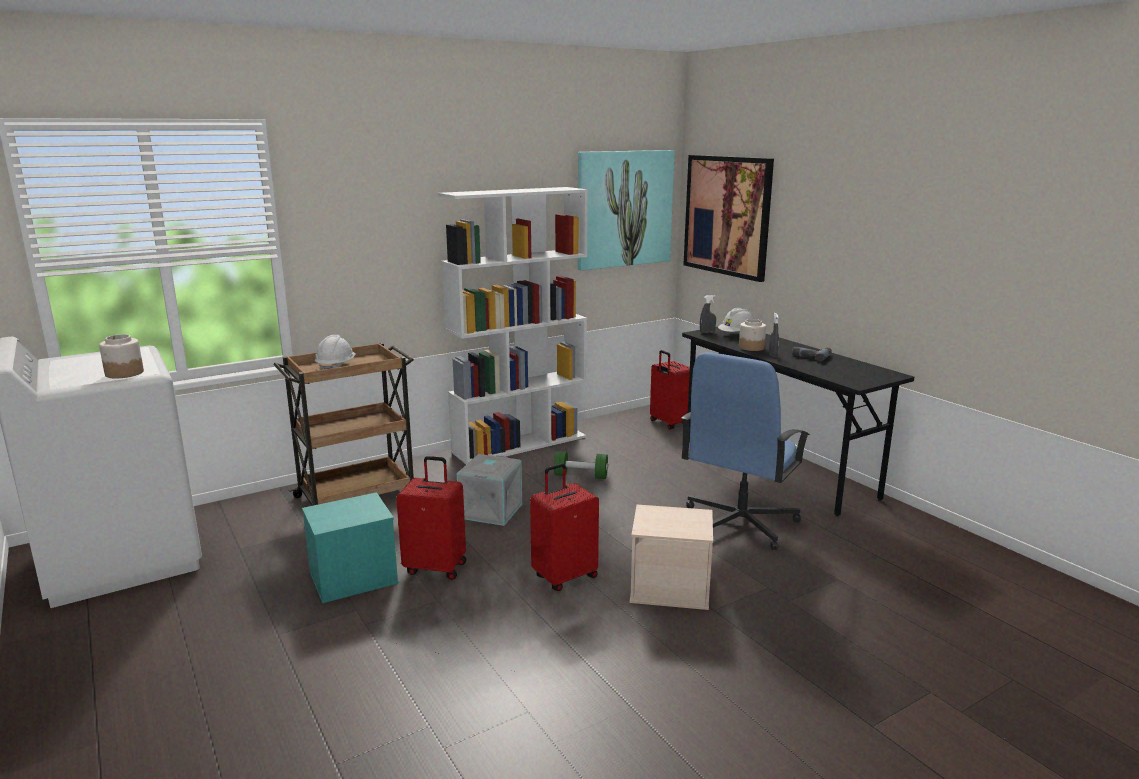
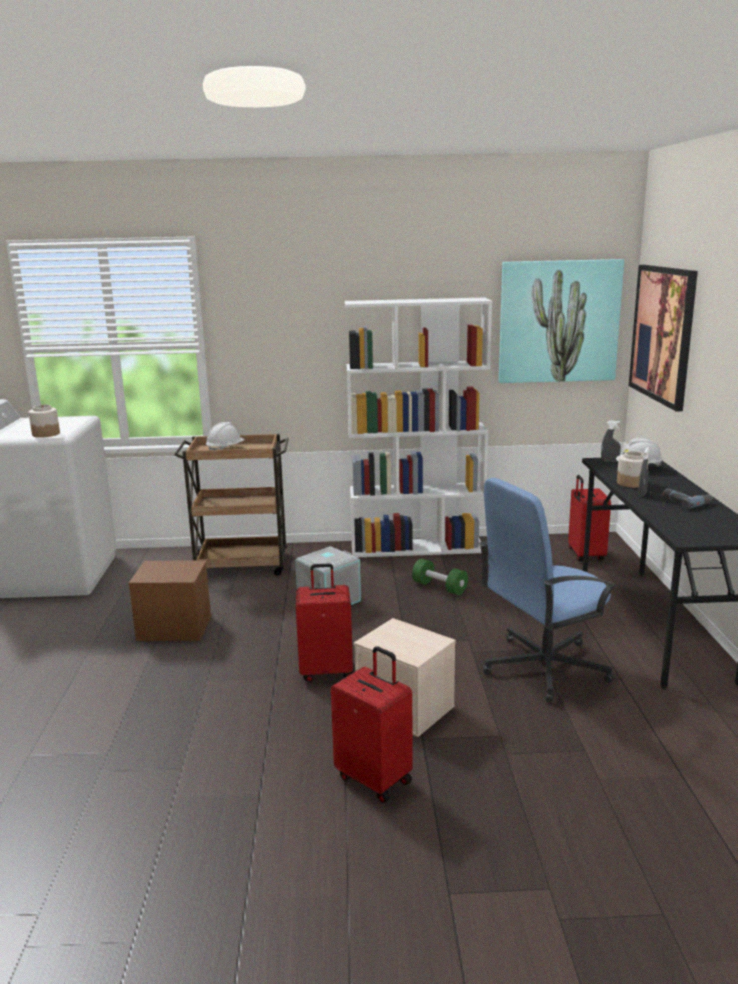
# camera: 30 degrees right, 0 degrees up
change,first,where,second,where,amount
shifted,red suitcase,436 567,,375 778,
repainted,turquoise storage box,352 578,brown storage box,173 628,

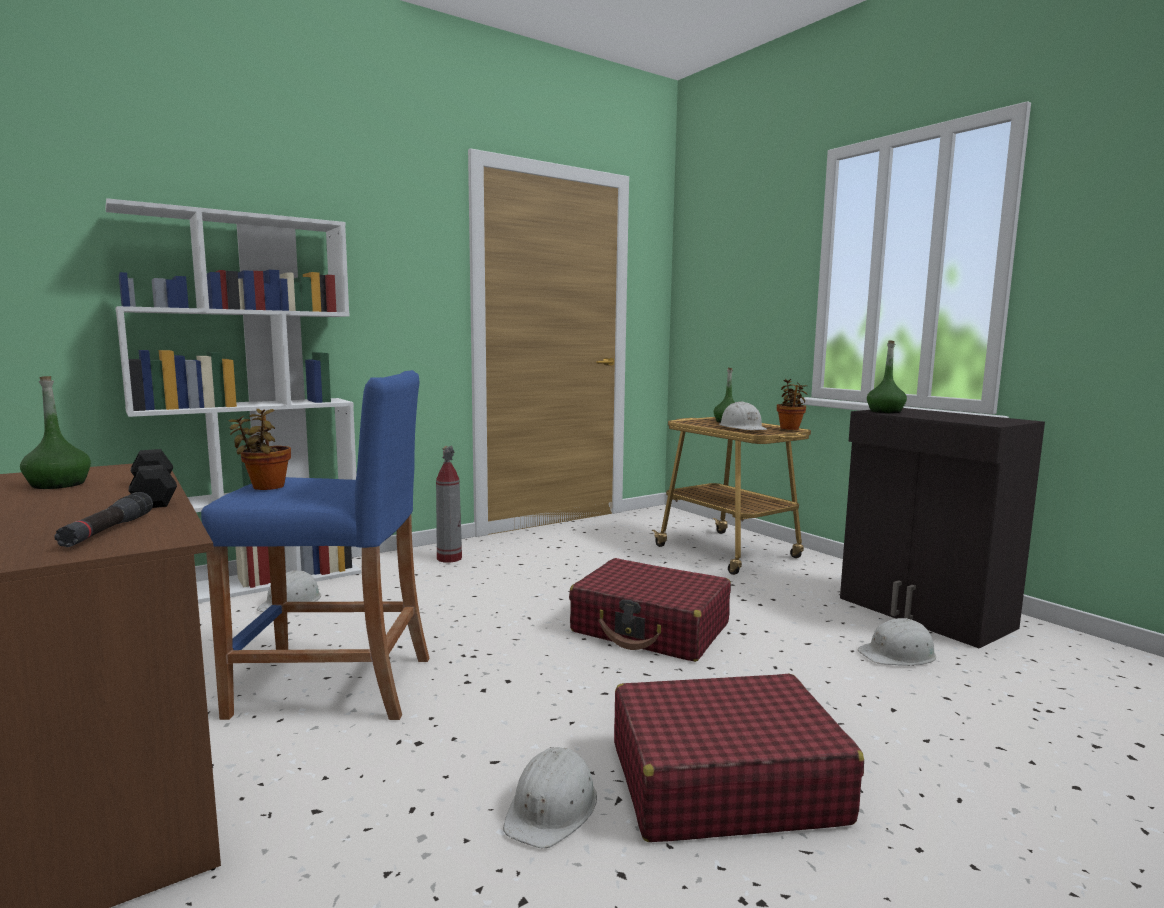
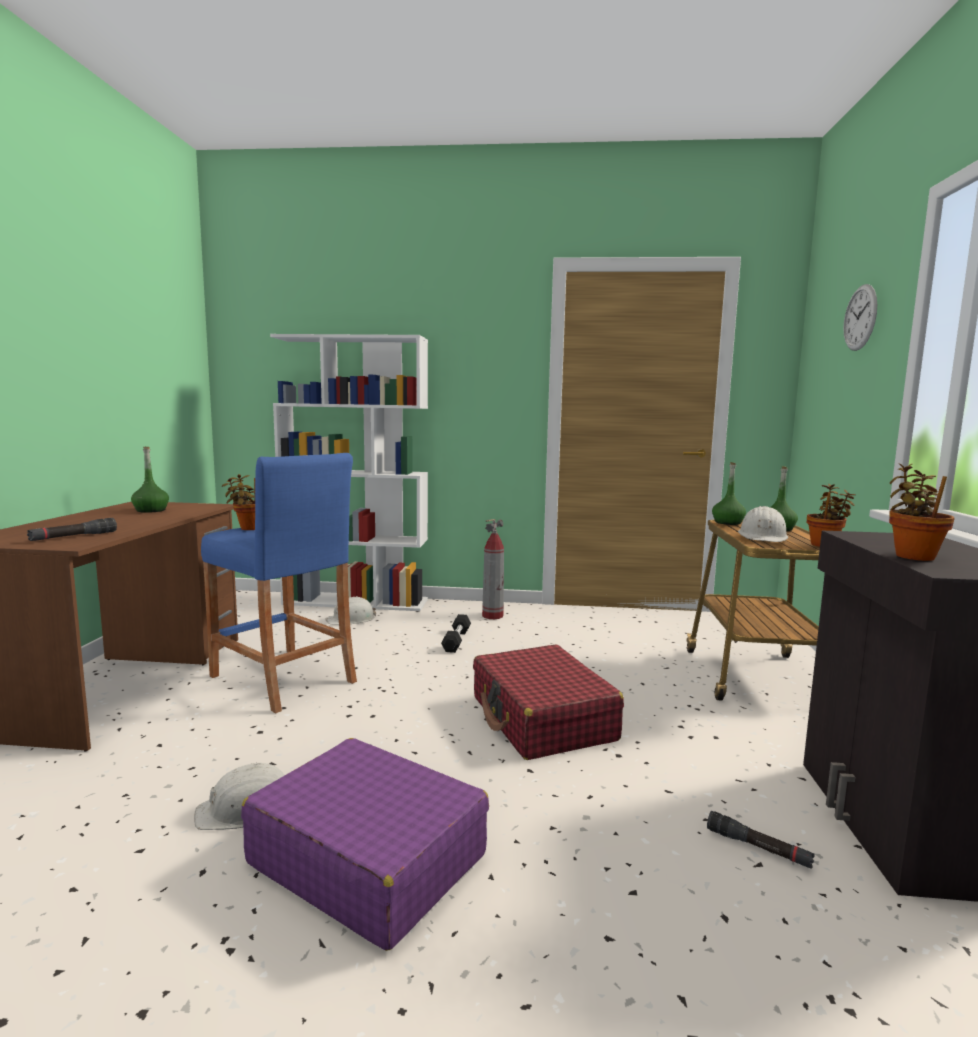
# camera: 40 degrees right, 0 degrees up
change,first,where,second,where,amount
shifted,green bottle,885 411,,728 523,
shifted,black dumbbell,154 494,,456 640,
swapped,white hard hat,898 654,black flashlight,758 848,
repainted,red suitcase,724 782,purple suitcase,367 858,
new,,,wall clock,860 318,
new,,,potted plant,913 556,

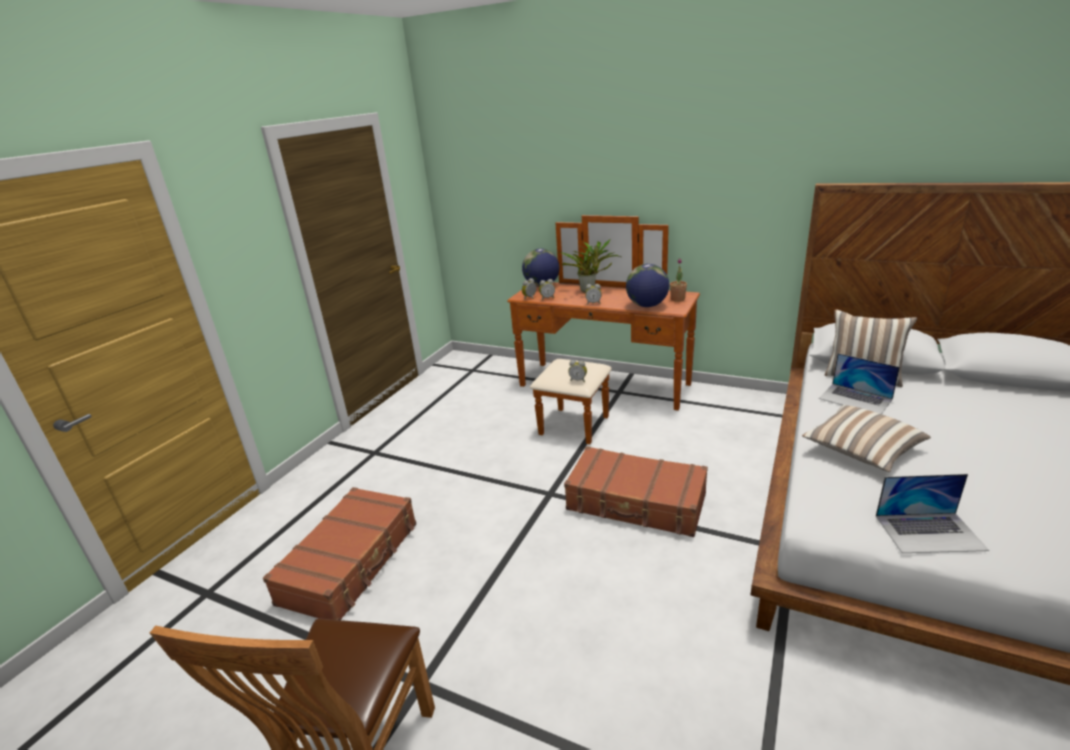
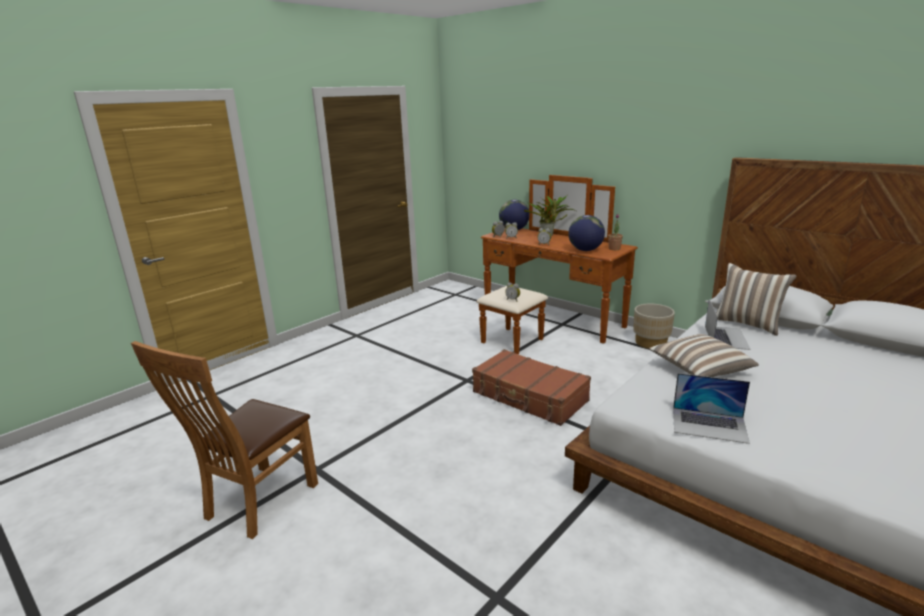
# camera: 15 degrees right, 5 degrees down
change,first,where,second,where,amount
rotated,laptop,855 399,,726 337,135 degrees counterclockwise
gone,brown suitcase,351 562,,,
new,,,beige planter,650 343,

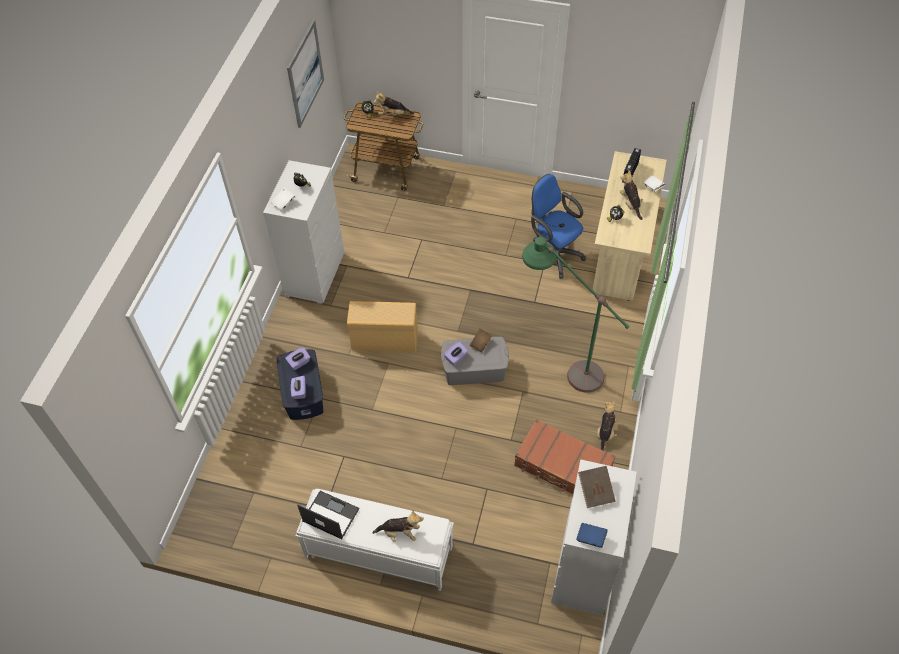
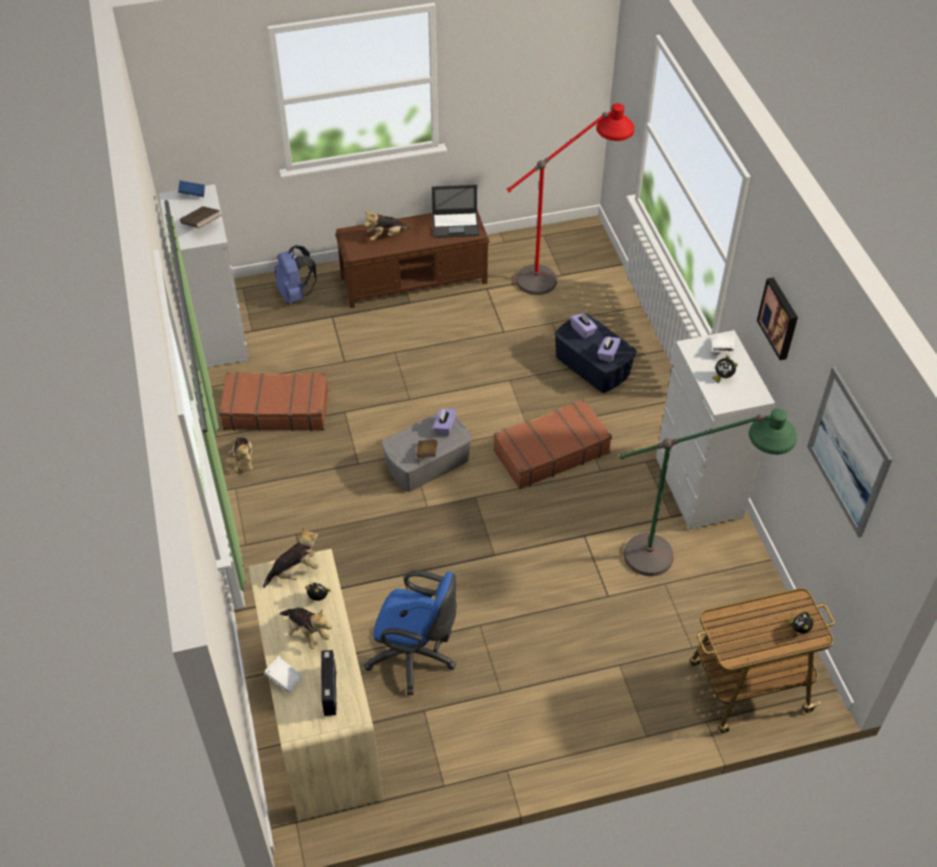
# camera: 150 degrees right, 5 degrees down
change,first,where,second,where,amount
shifted,plush toy,393 114,,295 571,
shifted,green floor lamp,562 364,,684 558,
swapped,beige storage box,385 340,brown suitcase,550 451,
repainted,white bench,378 551,brown bench,415 279,
new,,,red floor lamp,563 272,
new,,,blue backpack,296 294,
new,,,picture,780 318,

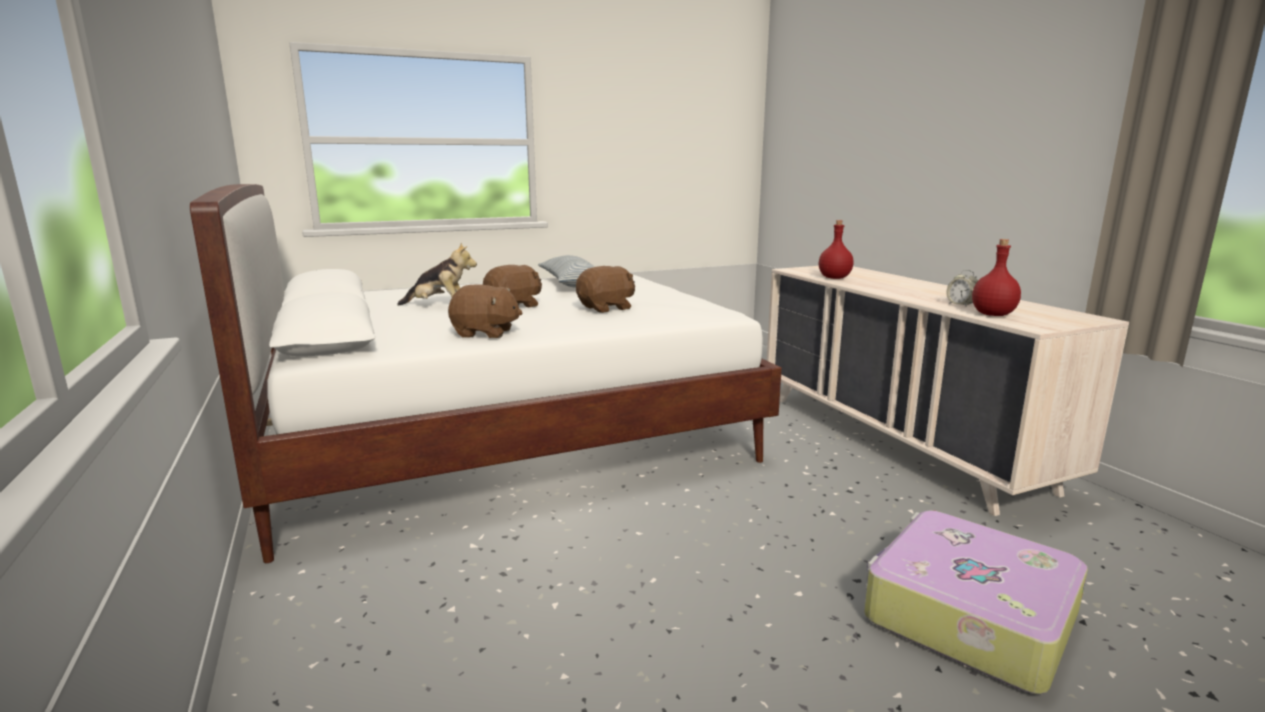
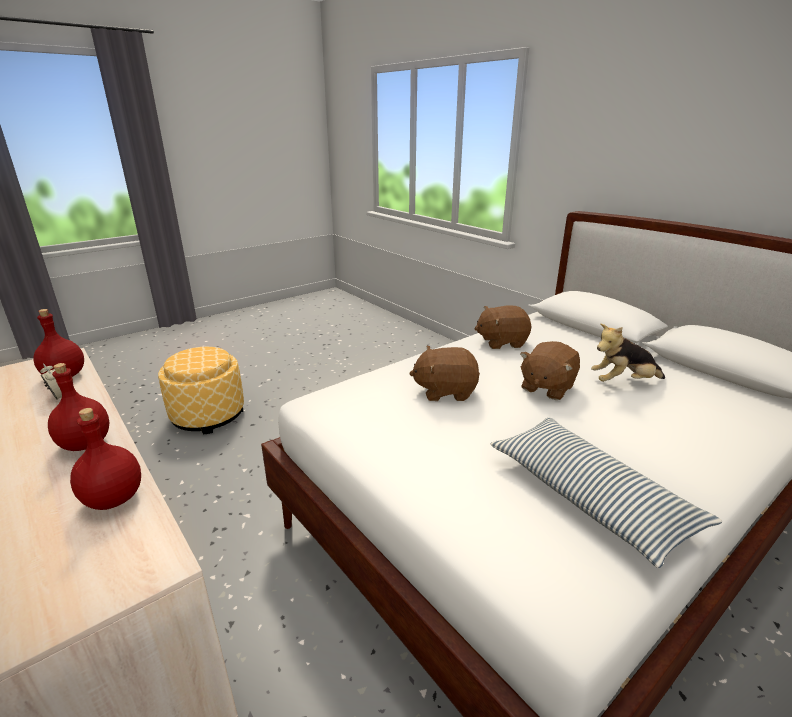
# camera: 165 degrees right, 10 degrees up
change,first,where,second,where,amount
rotated,brown plush toy,606 308,,445 391,45 degrees clockwise
swapped,suitcase,966 616,ottoman,208 415,
new,,,red bottle,85 444,

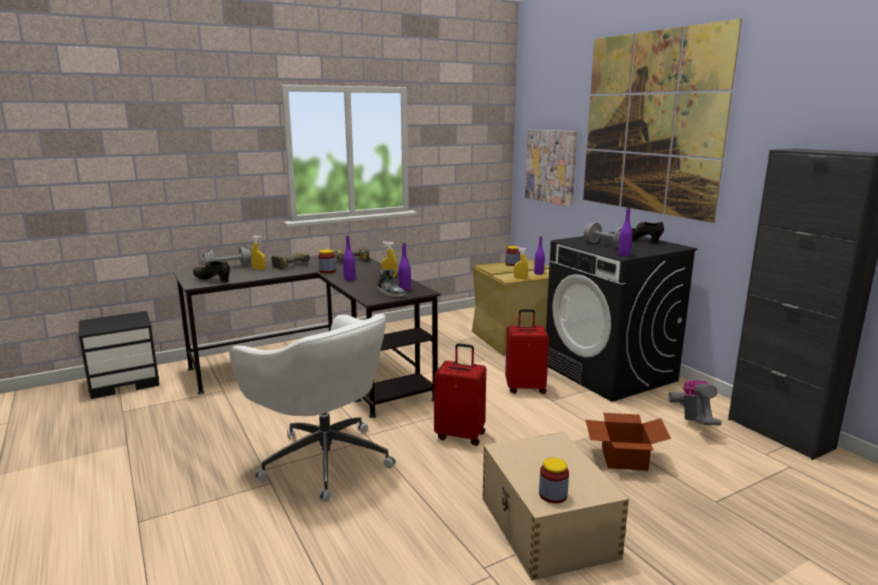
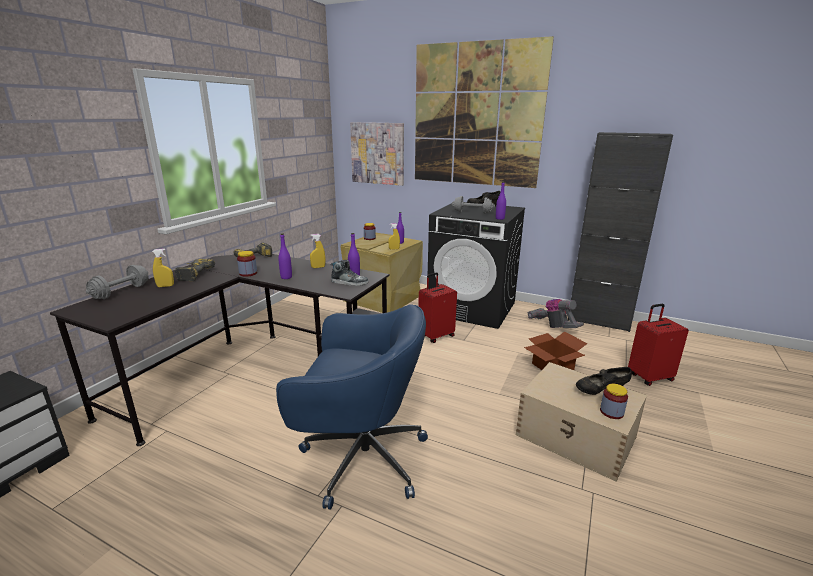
# camera: 35 degrees left, 5 degrees up
change,first,where,second,where,amount
shifted,black shoe,213 280,,600 391,
repainted,white office chair,323 458,blue office chair,360 458,
shifted,red suitcase,460 435,,649 377,

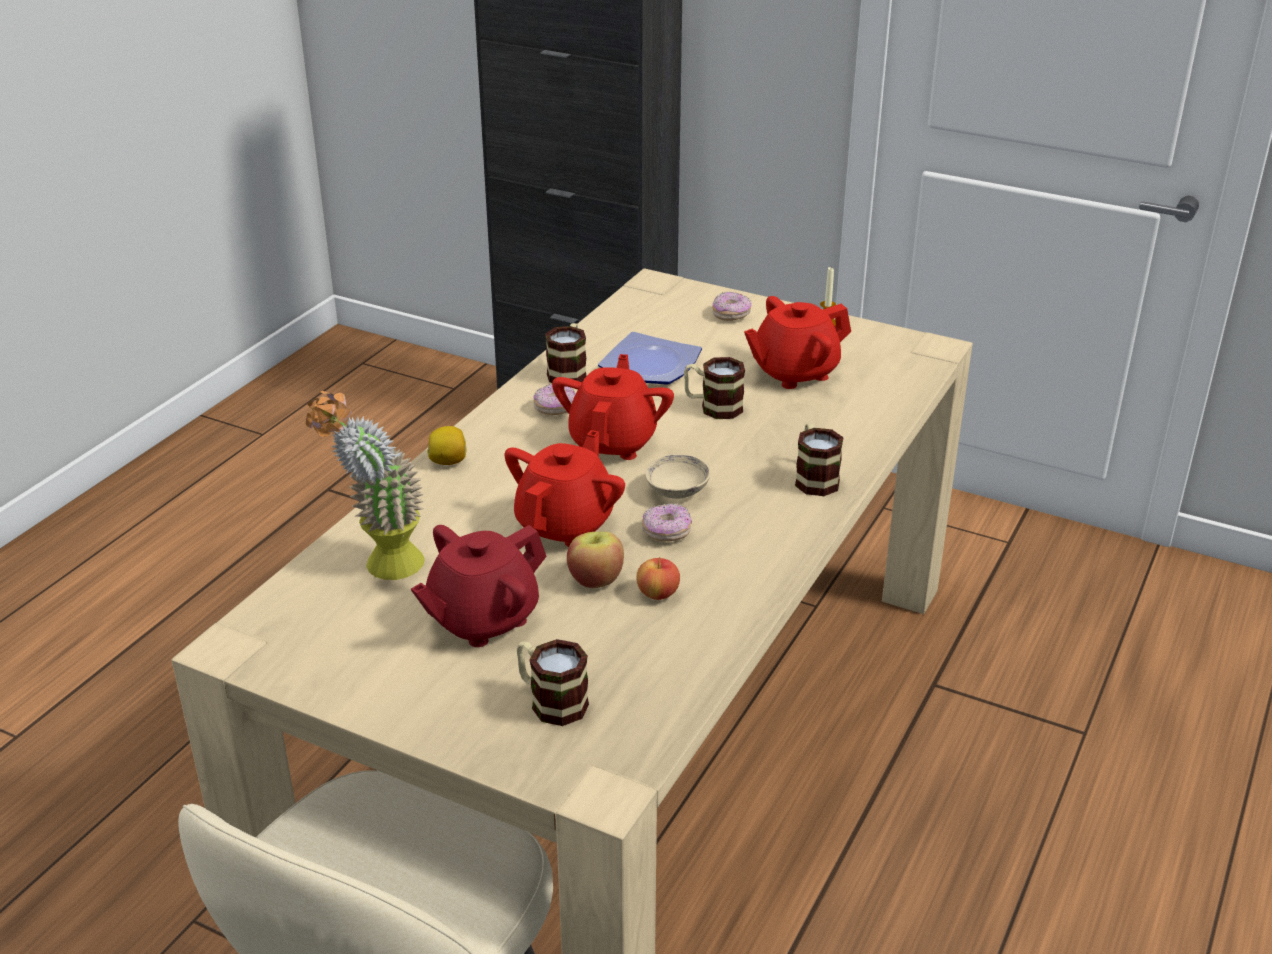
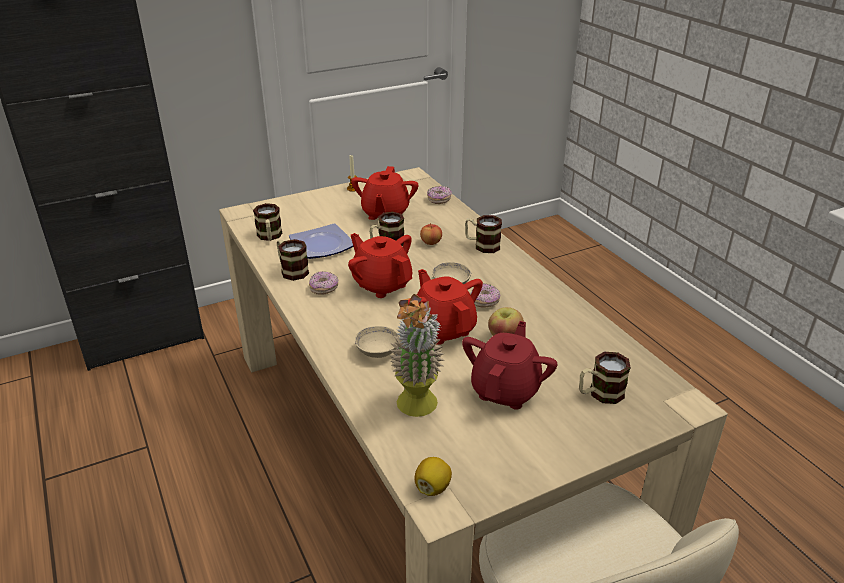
# camera: 55 degrees left, 0 degrees up
change,first,where,second,where,amount
shifted,donut,731 315,,439 200,
shifted,lemon,448 461,,433 487,
rotated,red teapot,482 619,,506 390,150 degrees counterclockwise
shifted,apple,658 593,,431 242,
new,,,mug,269 237,
new,,,beige bowl,377 351,

